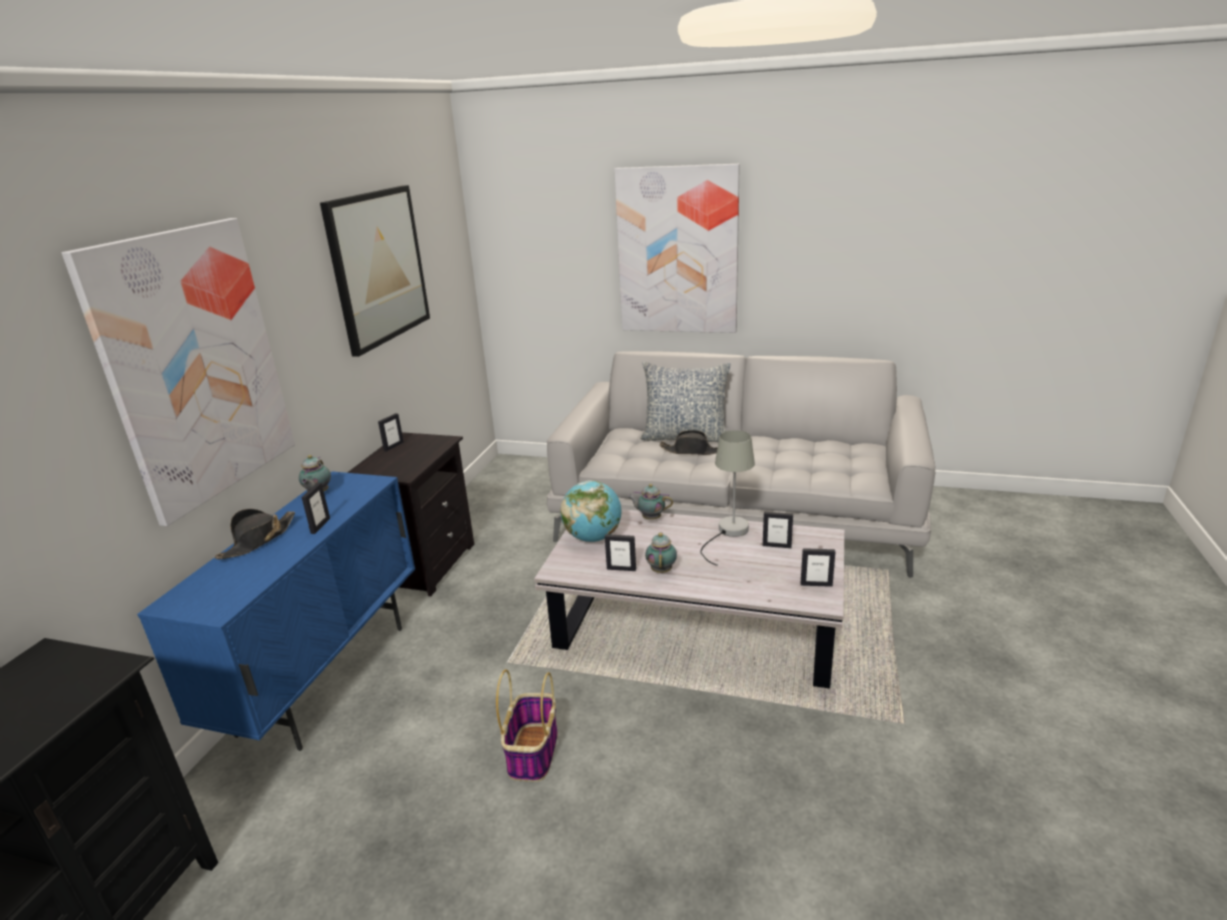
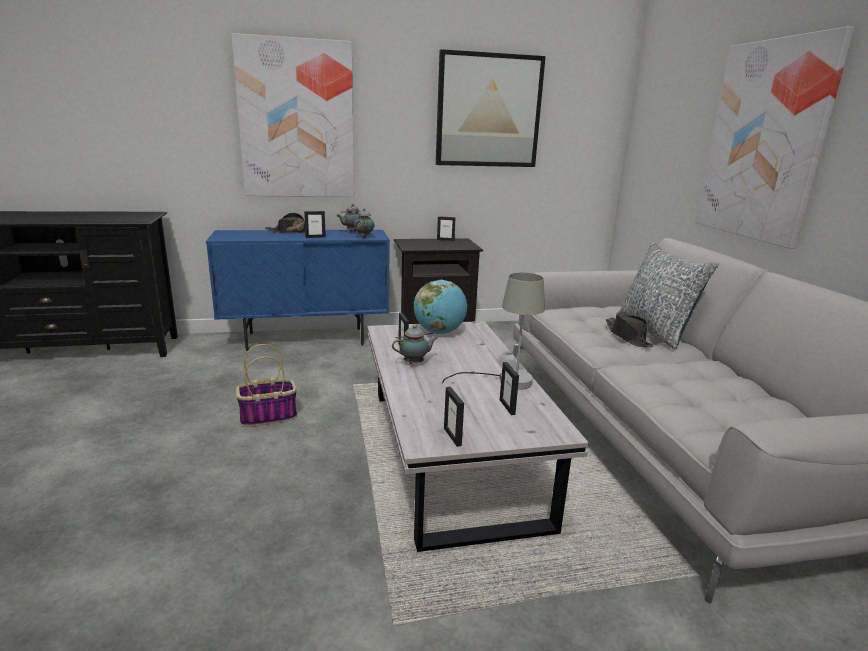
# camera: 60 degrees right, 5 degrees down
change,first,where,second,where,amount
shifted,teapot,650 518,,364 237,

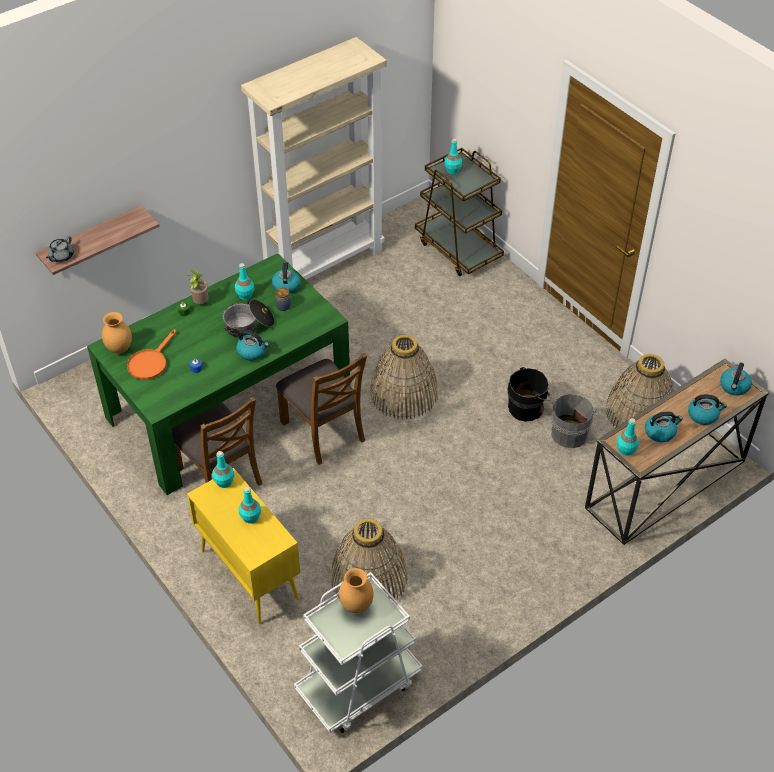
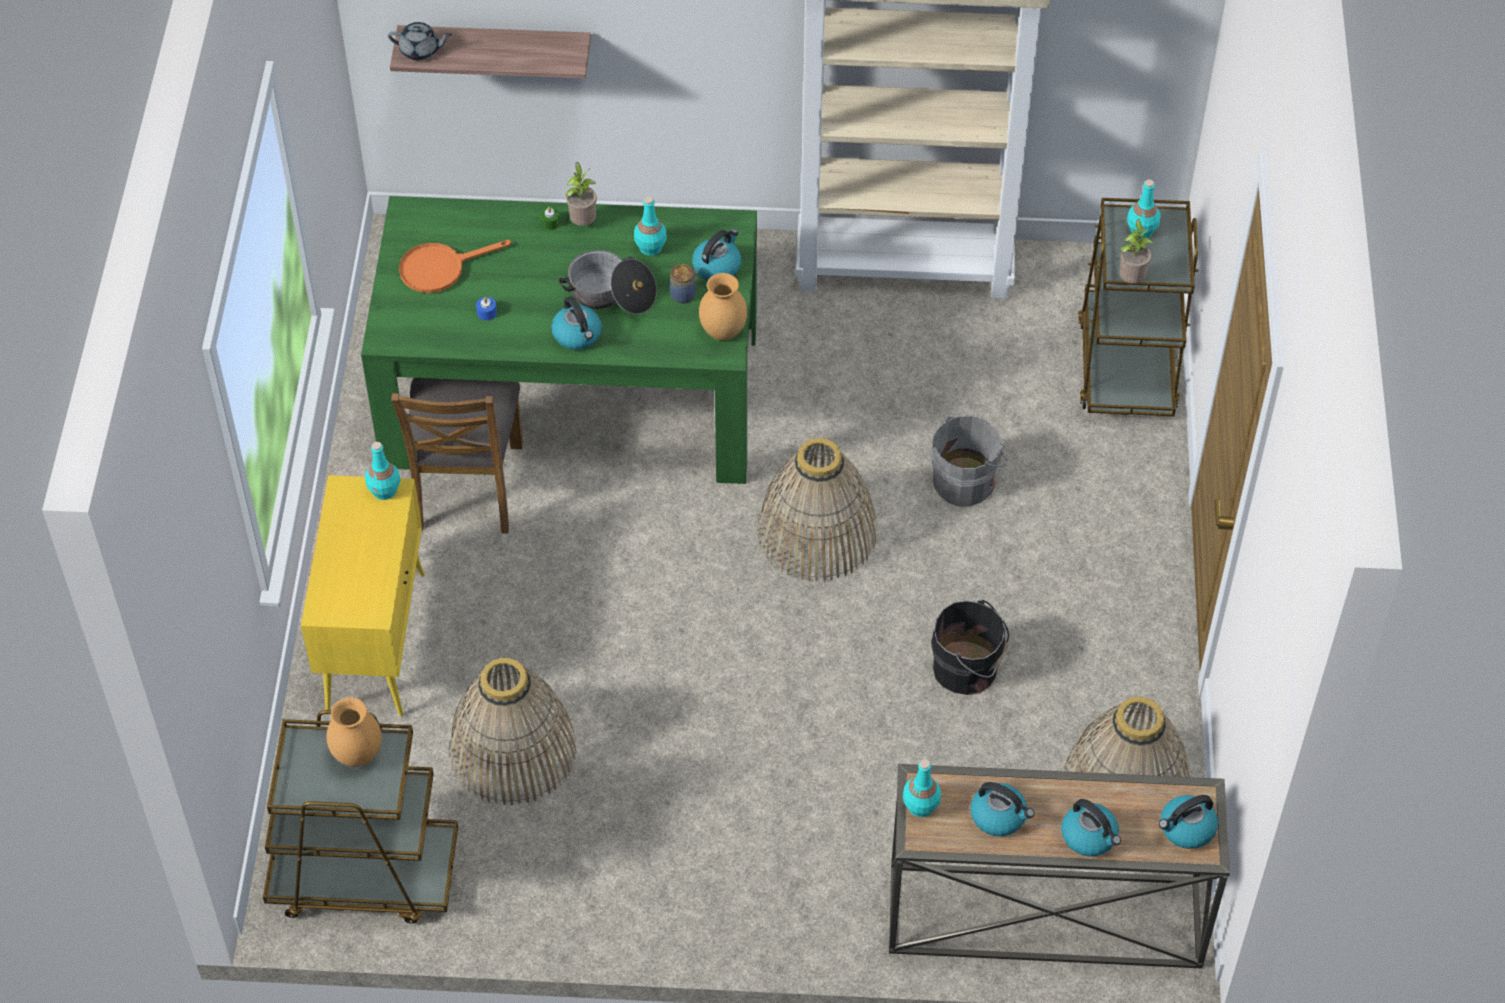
# camera: 40 degrees right, 5 degrees up
change,first,where,second,where,amount
rotated,grey teapot,61 257,,420 50,150 degrees counterclockwise
shifted,brown vase,120 349,,724 332,
gone,brown chair,324 431,,,
shifted,grey bucket,569 432,,966 481,
gone,turquoise bottle,251 517,,,
repainted,white cart,358 685,brown cart,363 875,
new,,,potted plant,1131 279,

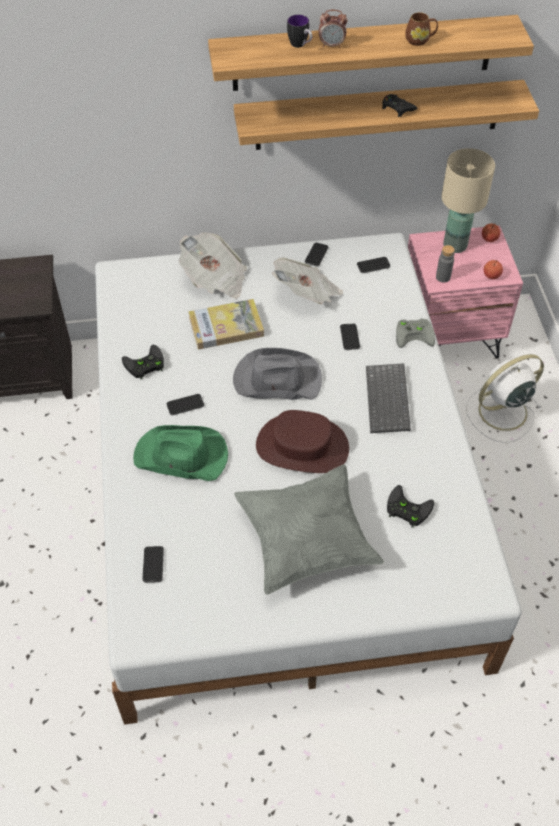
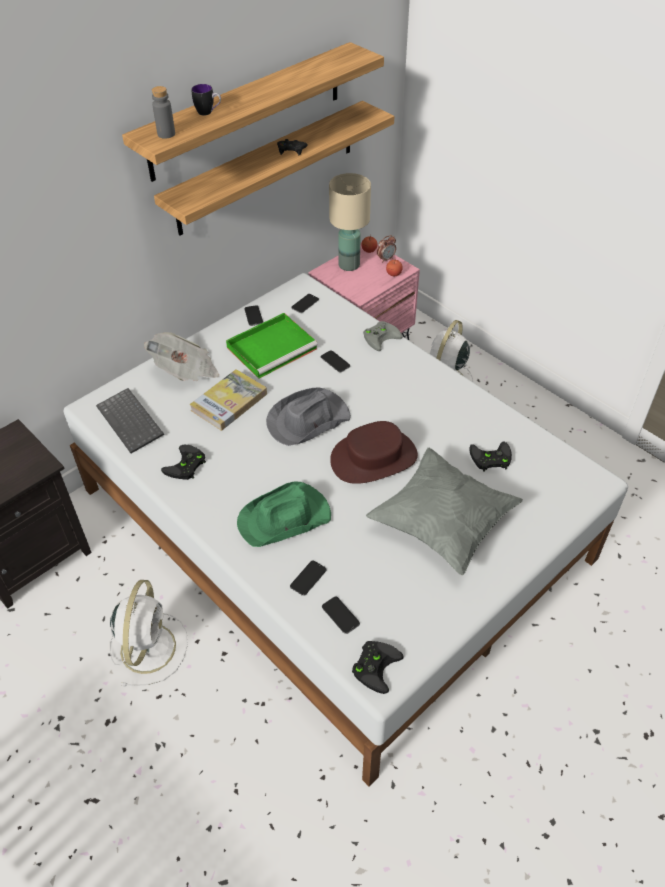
# camera: 35 degrees left, 5 degrees down
change,first,where,second,where,amount
shifted,alarm clock,332 45,,386 259,
gone,brown mug,420 40,,,
shifted,grey bottle,443 277,,166 134,
swapped,newspaper,307 294,green tray,273 347,
shifted,keyboard,389 400,,132 421,
shifted,phone,185 405,,308 578,
new,,,white fan,149 646,
new,,,black game controller,375 665,

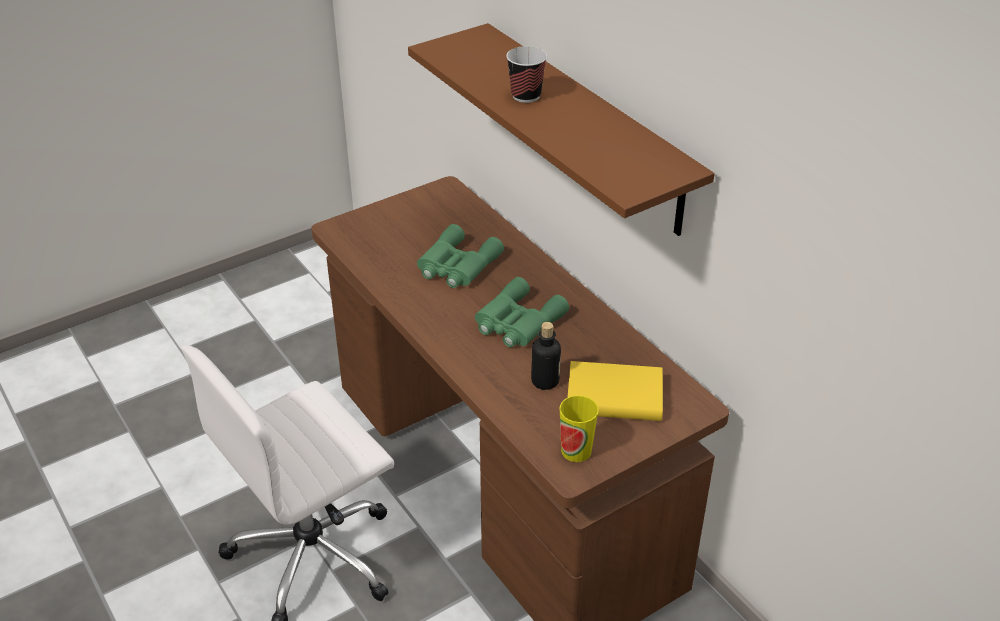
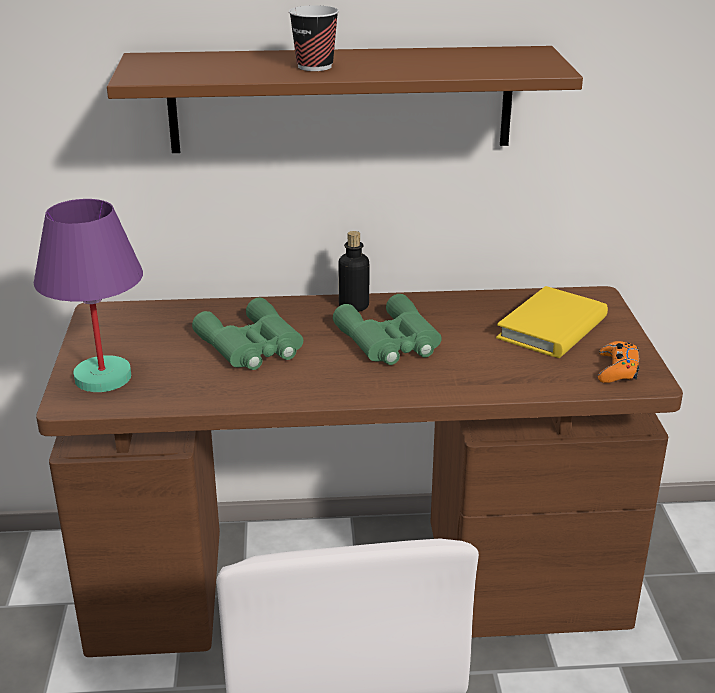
# camera: 60 degrees left, 10 degrees down
change,first,where,second,where,amount
shifted,bottle,545 381,,354 306,
swapped,cup,576 451,orange game controller,617 369,
new,,,purple table lamp,102 377,

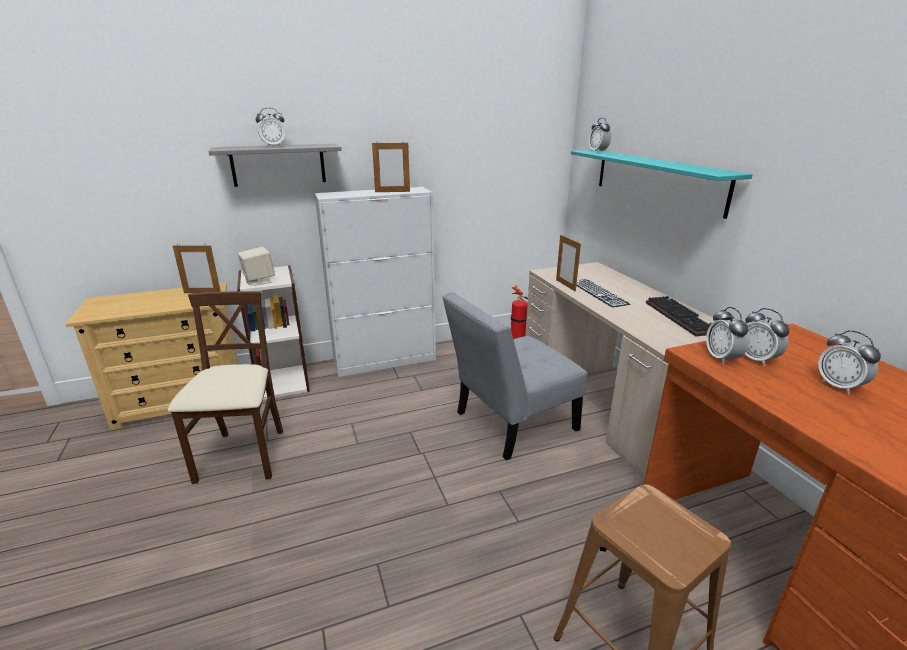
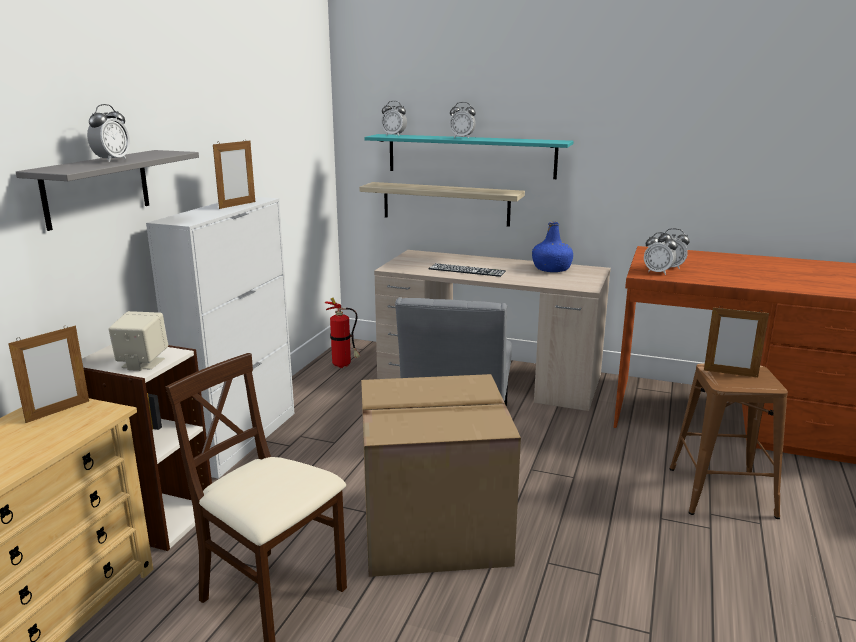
# camera: 50 degrees left, 5 degrees down
change,first,where,second,where,amount
shifted,picture frame,565 285,,730 373,
swapped,keyboard,682 318,blue bottle,551 269,
shifted,alarm clock,839 386,,462 138,
new,,,shelf,445 204,
new,,,cardboard box,432 528,

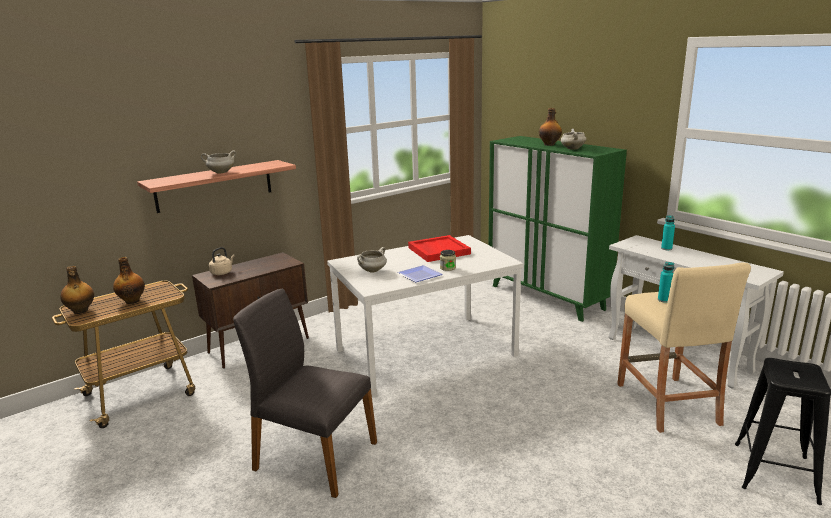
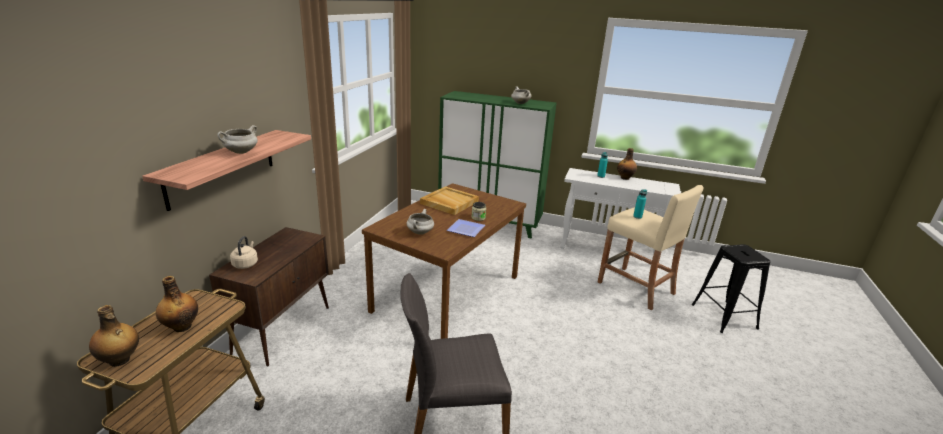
# camera: 35 degrees left, 5 degrees up
change,first,where,second,where,amount
shifted,bottle,549 144,,625 178,
repainted,white dining table,425 353,brown dining table,447 294,
repainted,red tray,438 251,beige tray,449 202,

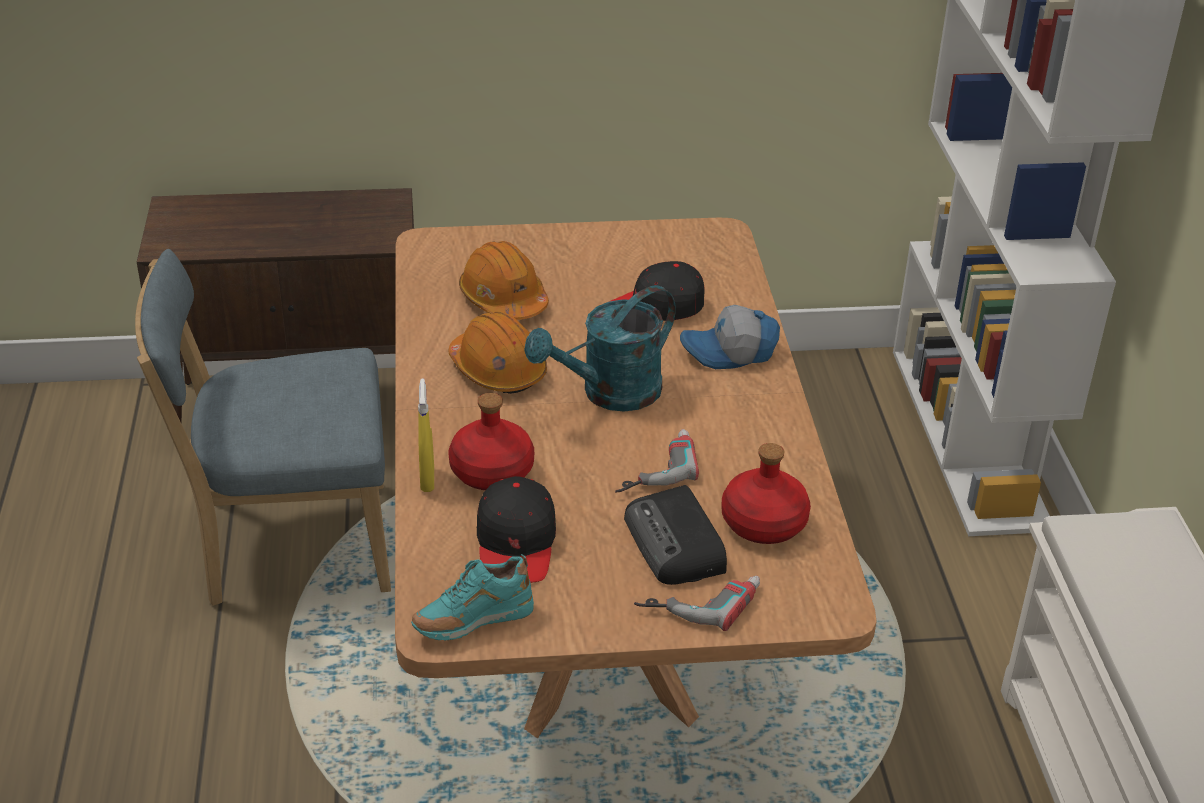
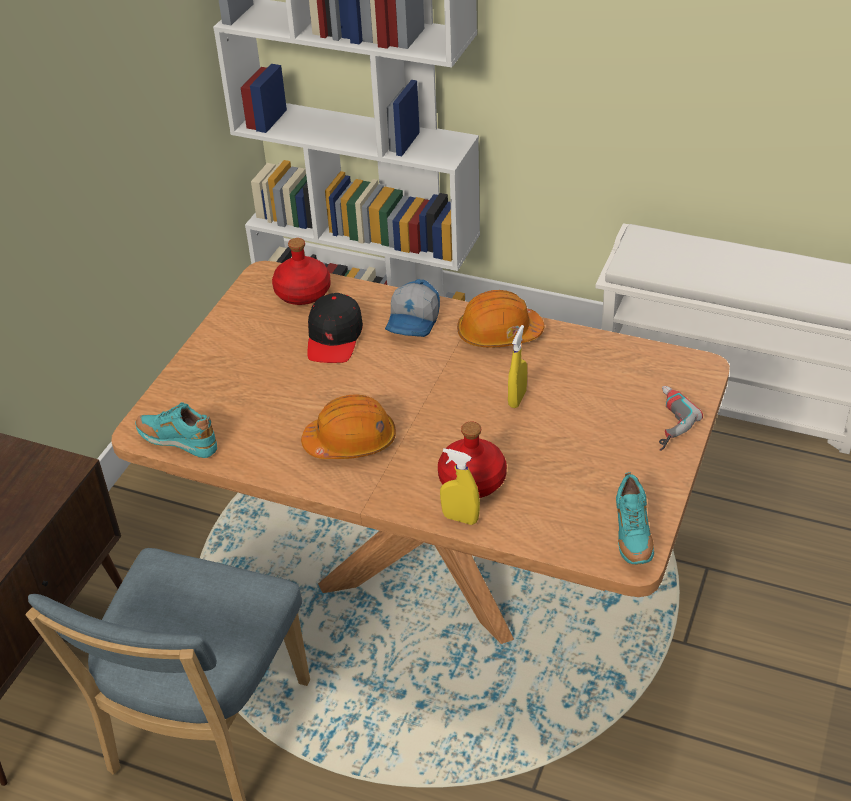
# camera: 60 degrees left, 5 degrees up
change,first,where,second,where,amount
shifted,orange hard hat,503 299,,499 334,
gone,turquoise watering can,609 394,,,
swapped,power drill,653 467,yellow spray bottle,517 398,
shifted,red bottle,764 524,,303 293,
gone,black cap,516 543,,,
gone,radio,676 545,,,
new,,,turquoise shoe,178 442,

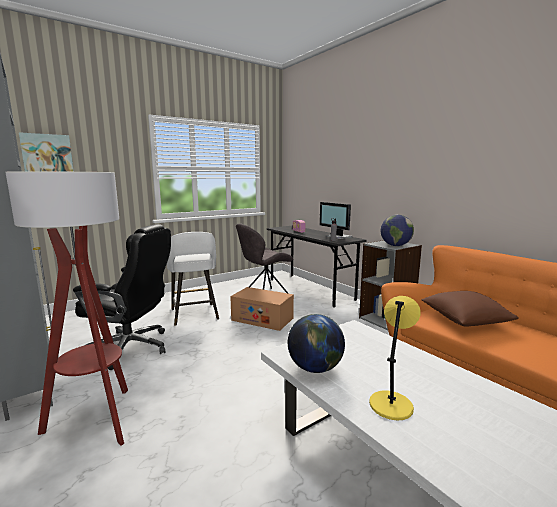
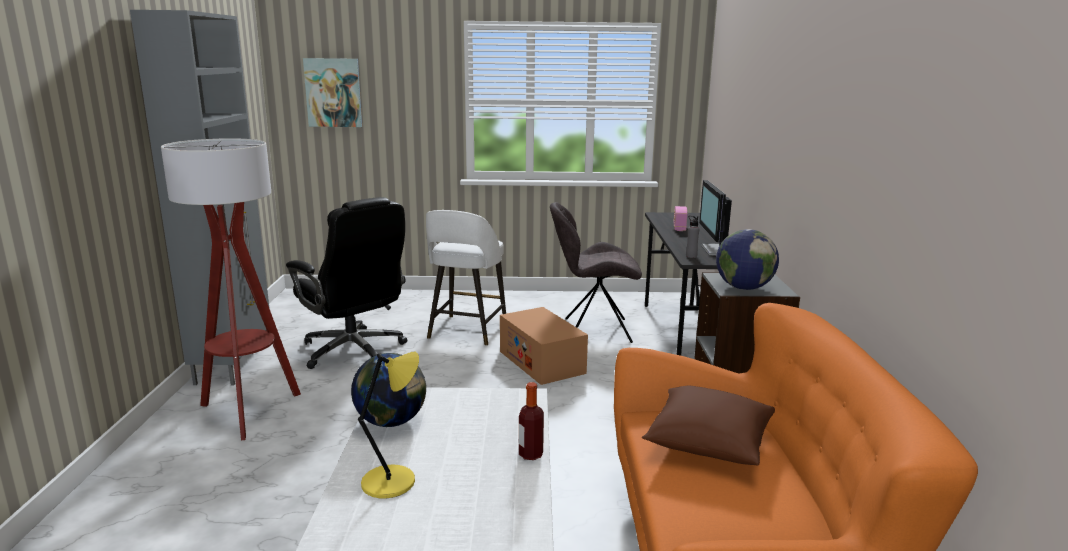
# camera: 35 degrees right, 5 degrees up
change,first,where,second,where,amount
new,,,bottle,530 454,

